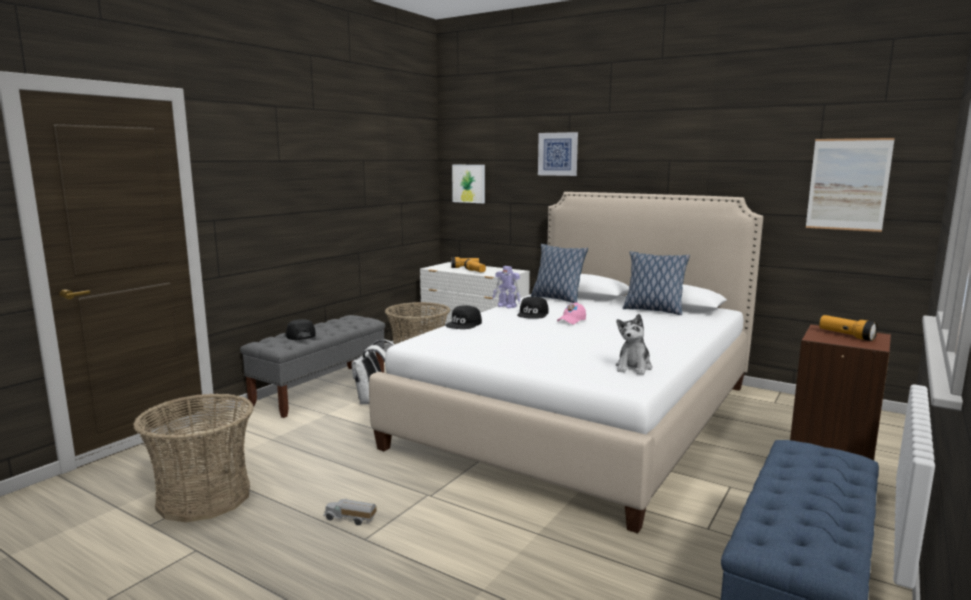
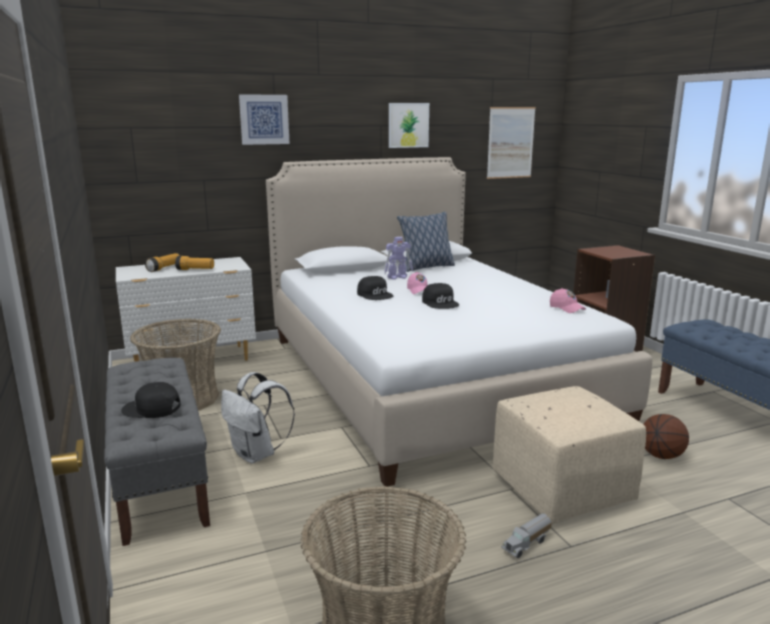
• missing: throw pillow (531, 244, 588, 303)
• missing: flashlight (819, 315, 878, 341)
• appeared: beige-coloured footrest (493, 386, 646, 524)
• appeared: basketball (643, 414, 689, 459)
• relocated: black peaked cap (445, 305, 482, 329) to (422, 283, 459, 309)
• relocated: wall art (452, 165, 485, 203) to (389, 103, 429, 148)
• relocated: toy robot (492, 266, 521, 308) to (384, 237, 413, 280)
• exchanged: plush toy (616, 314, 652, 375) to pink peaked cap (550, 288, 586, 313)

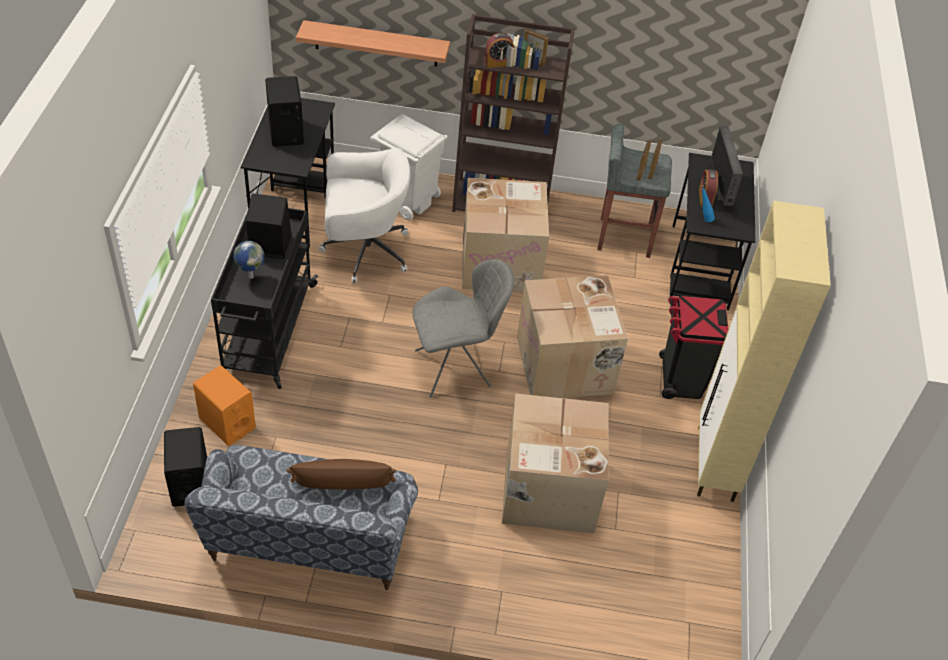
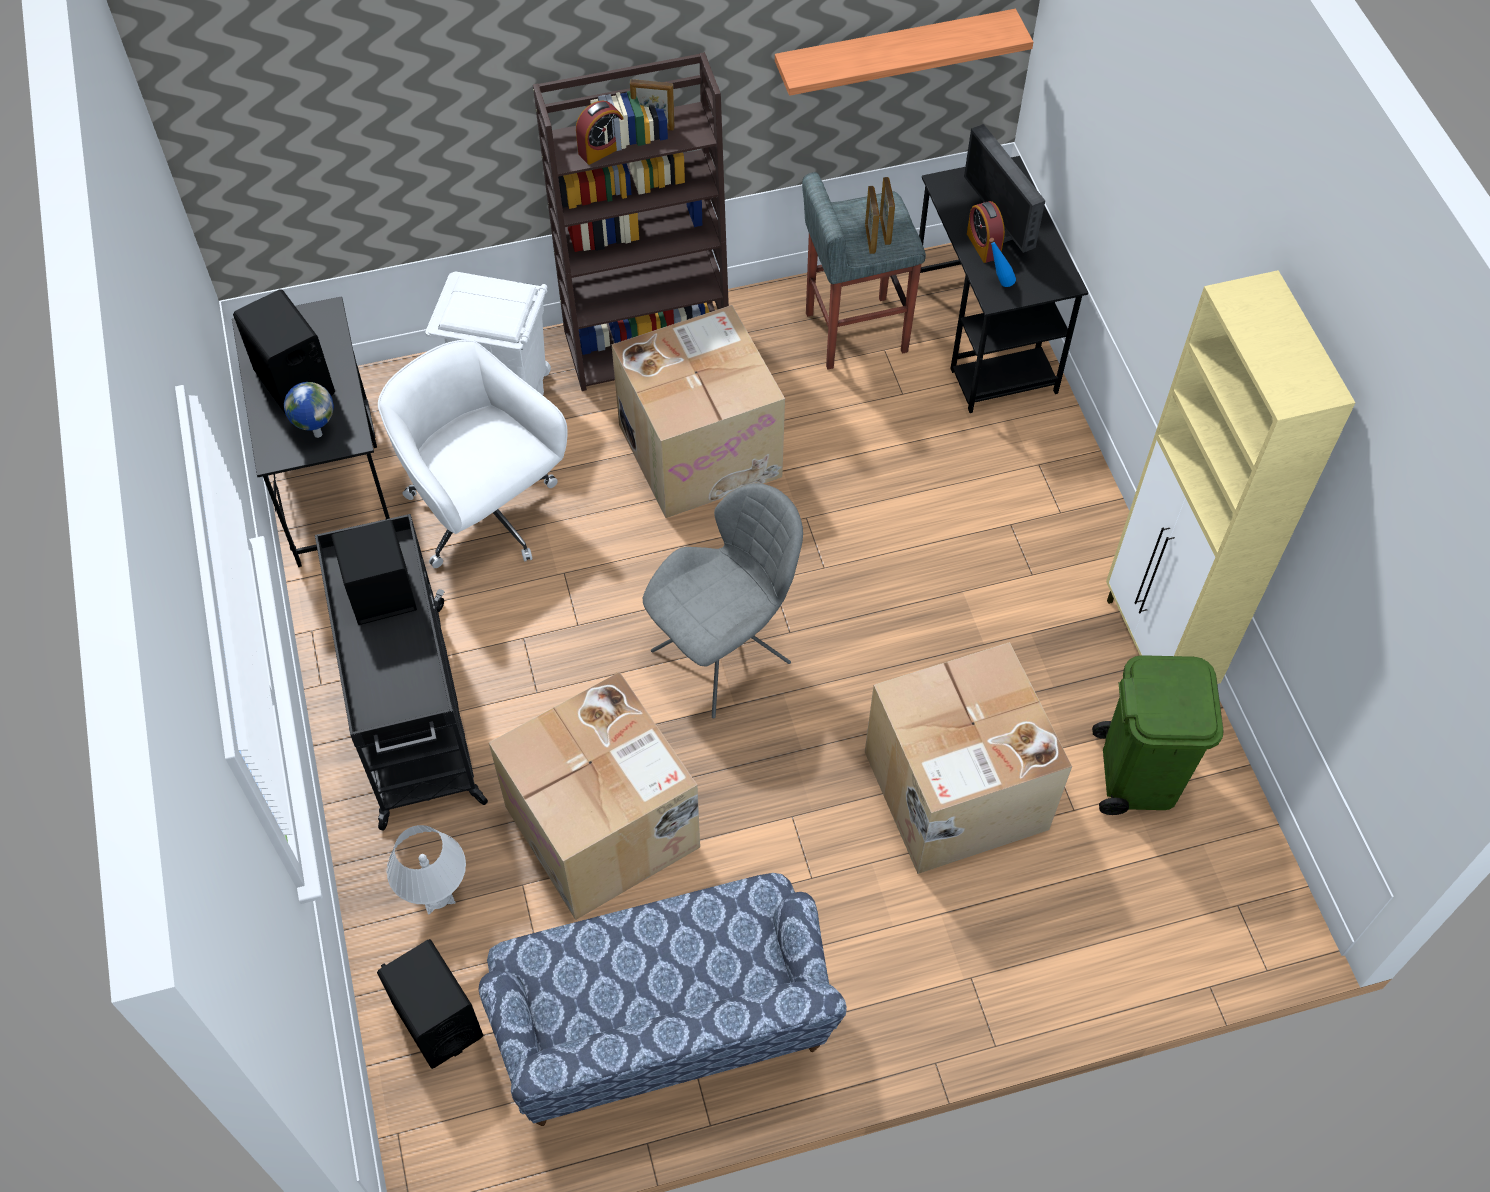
• missing: brown-coloured throw pillow (286, 459, 396, 490)
• missing: black rubbish bin (659, 296, 728, 399)
• appeared: green rubbish bin (1092, 655, 1224, 815)
• relocated: globe (233, 241, 264, 279) to (284, 382, 334, 438)
• relocated: bracket shelf (296, 20, 450, 66) to (775, 9, 1033, 96)
• relocated: cardboard box (517, 275, 628, 398) to (489, 672, 700, 920)
• exchanged: orangey loudspeaker (193, 365, 256, 446) to white table lamp (386, 825, 466, 914)
• spun: white computer chair (318, 148, 410, 284) = (378, 340, 567, 568) 105 degrees counterclockwise

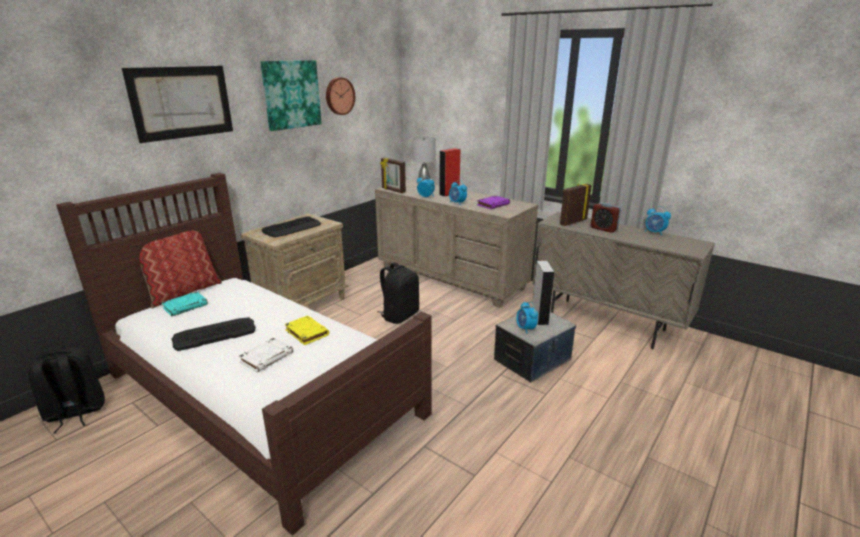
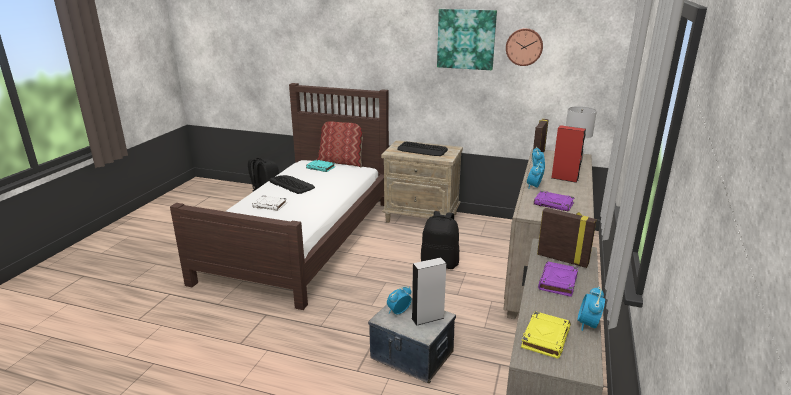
• missing: wall art (122, 66, 233, 143)
• relocated: yellow book (285, 315, 329, 345) to (521, 311, 571, 359)
• exchanged: alarm clock (591, 203, 621, 233) to purple book (538, 262, 578, 297)

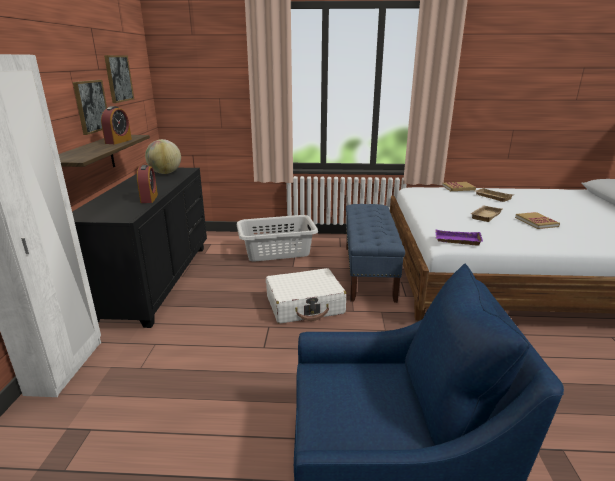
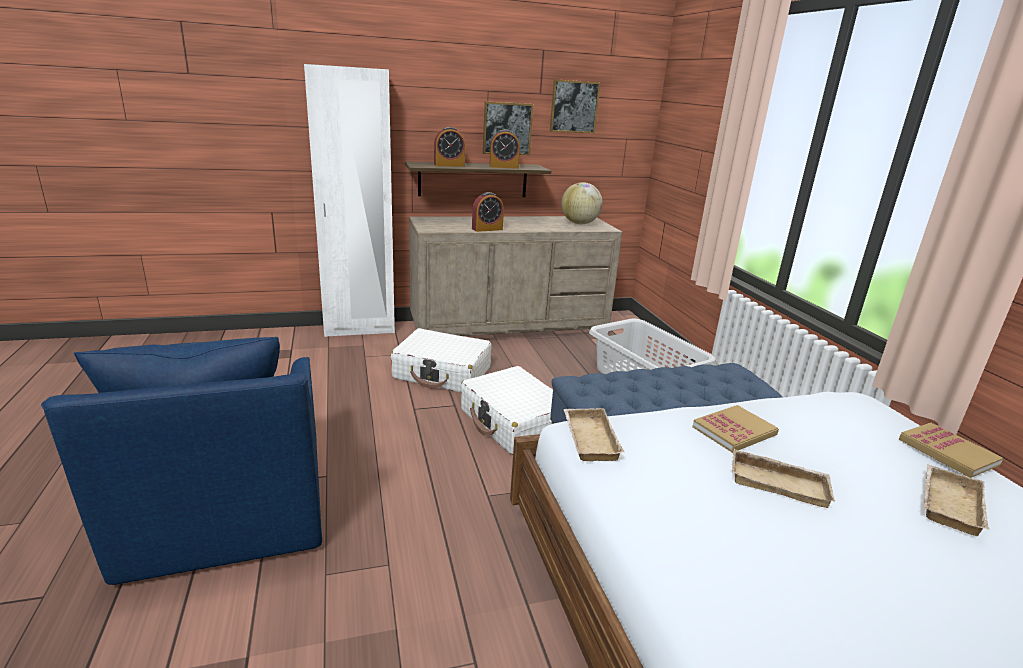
• appeared: white suitcase (391, 328, 492, 393)
• appeared: alarm clock (434, 127, 465, 167)
• relocated: book (515, 212, 560, 229) to (692, 405, 779, 453)
• colour: black dresser (72, 168, 207, 328) to beige-coloured dresser (409, 216, 622, 336)
• colour: purple tray (435, 229, 483, 246) to beige-coloured tray (563, 408, 624, 461)

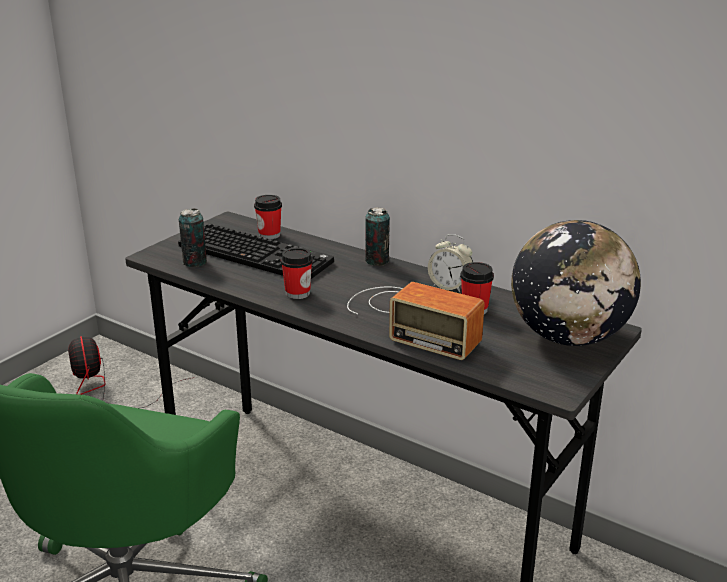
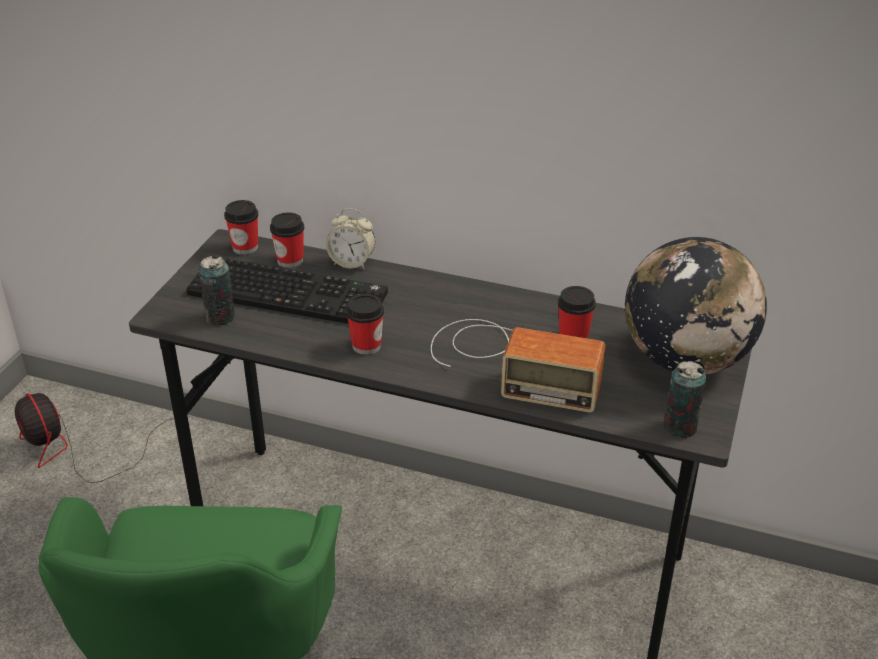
• appeared: cup (224, 200, 258, 255)
• relocated: can (365, 207, 390, 266) to (664, 361, 706, 438)
• relocated: alarm clock (428, 234, 473, 293) to (326, 208, 375, 269)

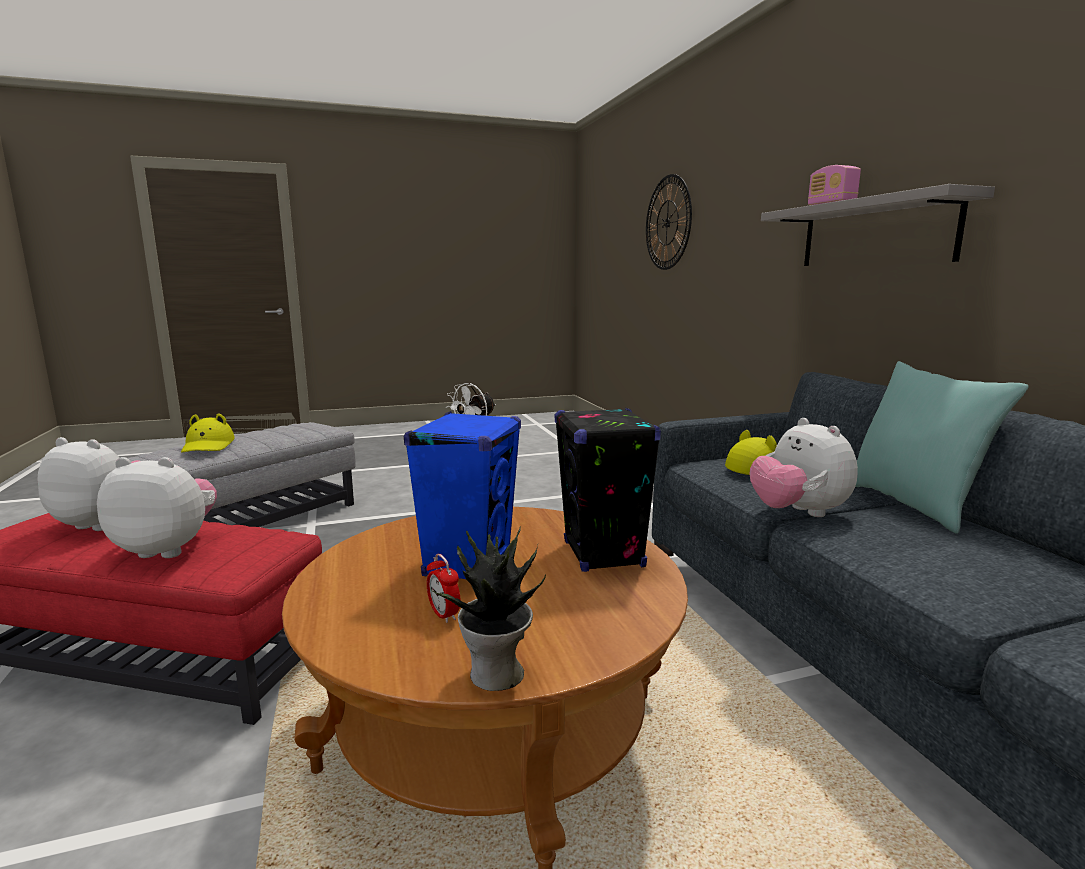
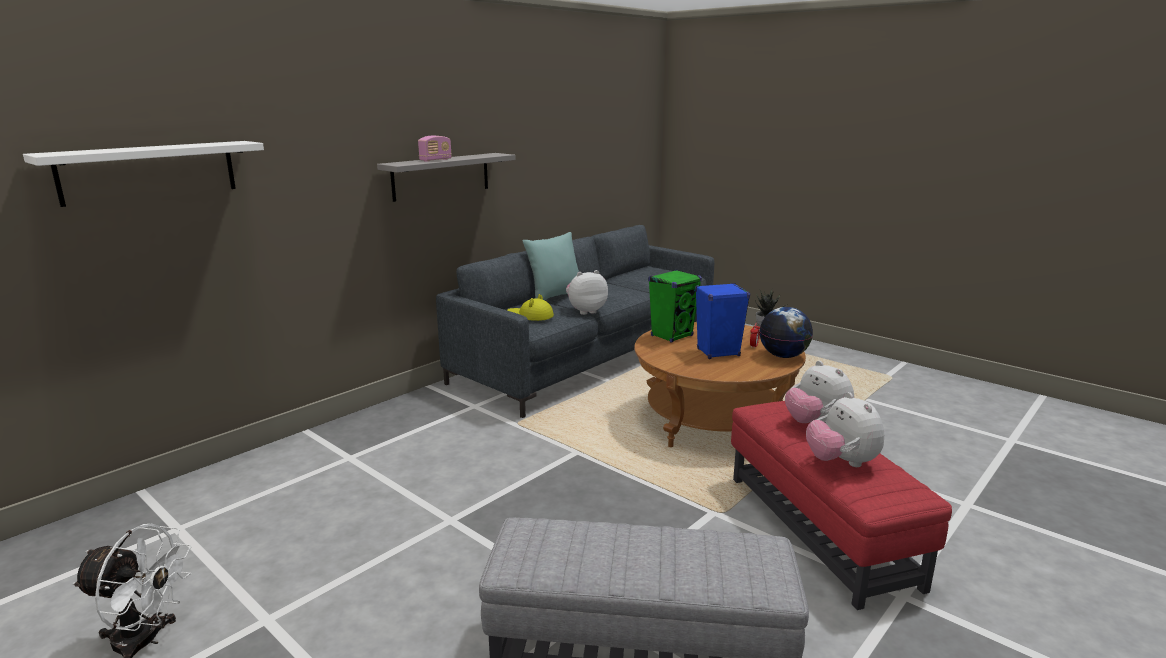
• missing: yellow hat (181, 413, 235, 452)
• appeared: globe (760, 307, 813, 358)
• exchanged: wall clock (646, 174, 692, 270) to white bracket shelf (23, 141, 264, 207)
• colour: black loudspeaker (555, 408, 661, 572) to green loudspeaker (648, 270, 702, 343)
• spun: plush toy (750, 418, 858, 517) = (566, 270, 608, 315) 150 degrees counterclockwise

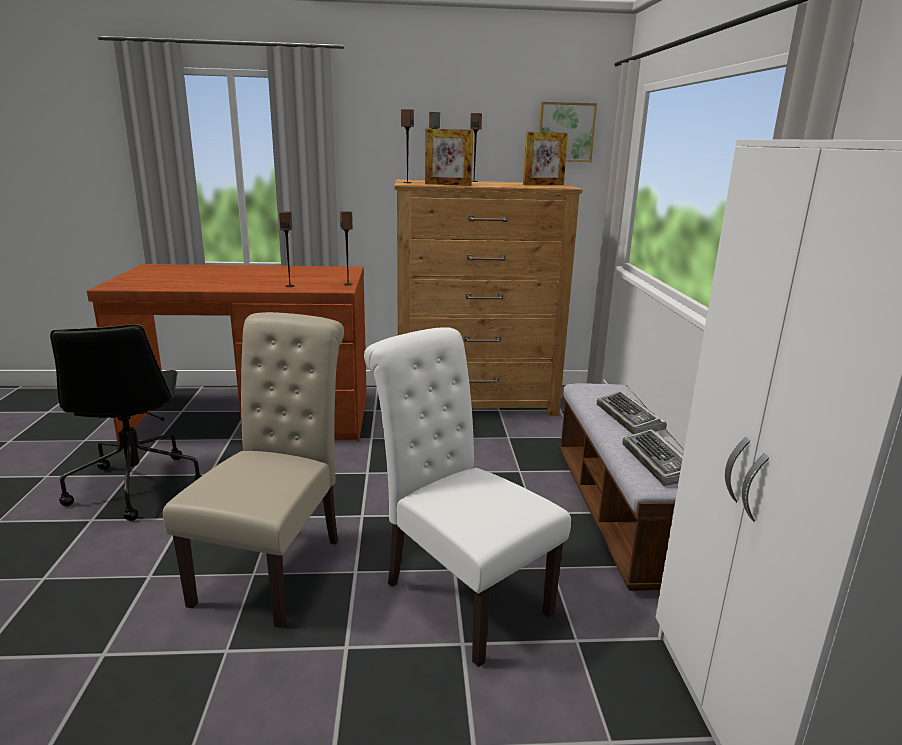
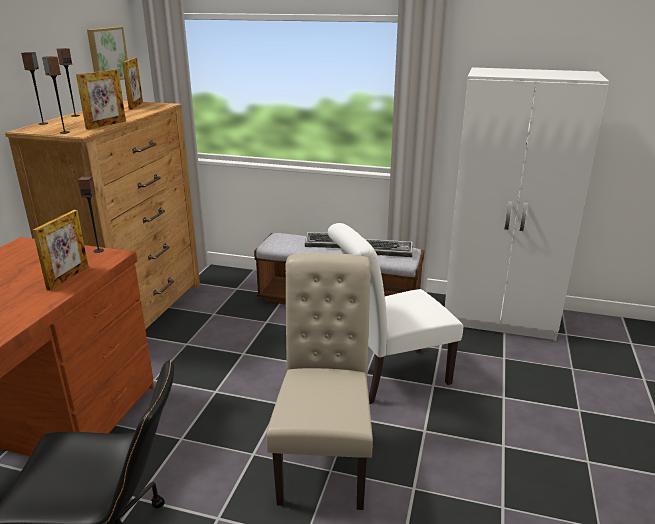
• exchanged: loudspeaker (279, 211, 295, 287) to photo frame (33, 210, 89, 291)
• spun: beige-coloured plain chair (163, 312, 344, 628) = (266, 253, 373, 510) 60 degrees clockwise

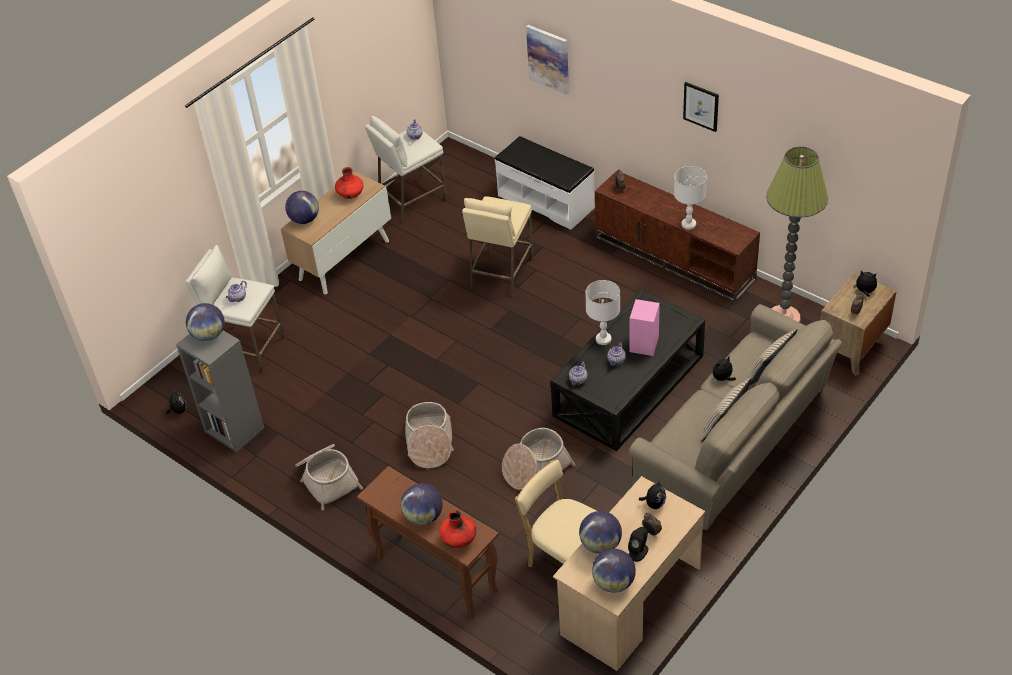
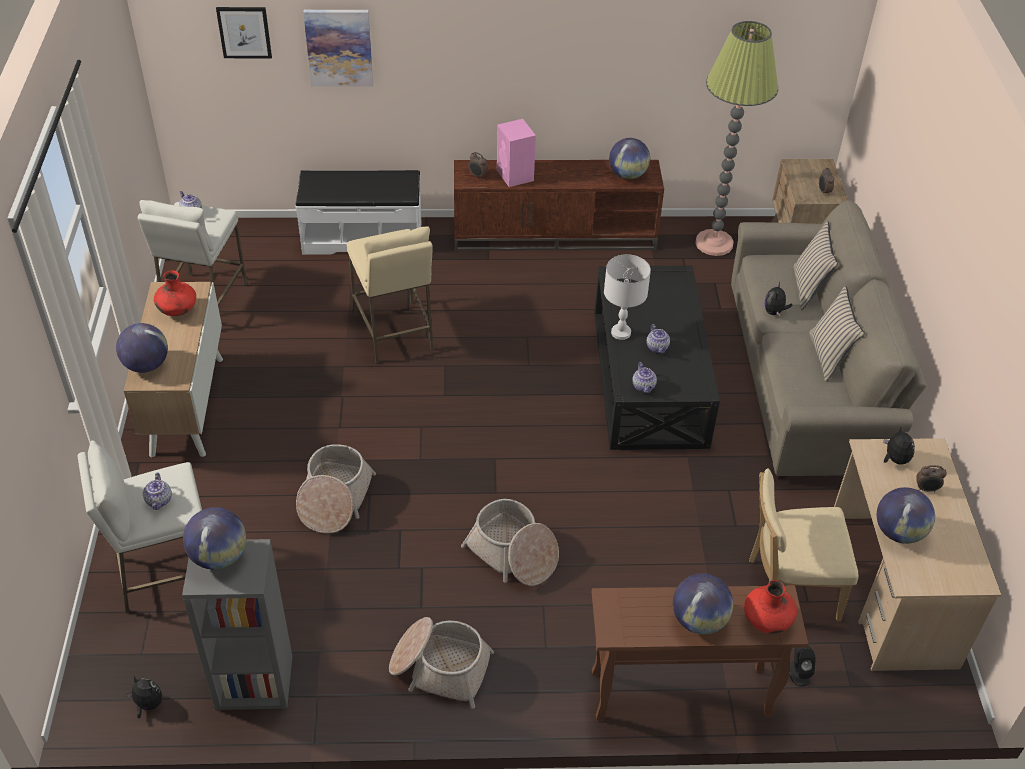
• missing: white table lamp (674, 166, 707, 230)
• missing: plush toy (853, 271, 877, 297)
• relocated: basket (502, 428, 576, 490) to (296, 444, 376, 534)
• relocated: globe (592, 549, 636, 593) to (609, 138, 650, 179)
• relocated: black loudspeaker (628, 527, 648, 562) to (789, 645, 816, 687)
• relocated: pink loudspeaker (630, 299, 660, 356) to (497, 119, 536, 187)
• relocated: wall art (683, 82, 719, 132) to (216, 7, 272, 58)

